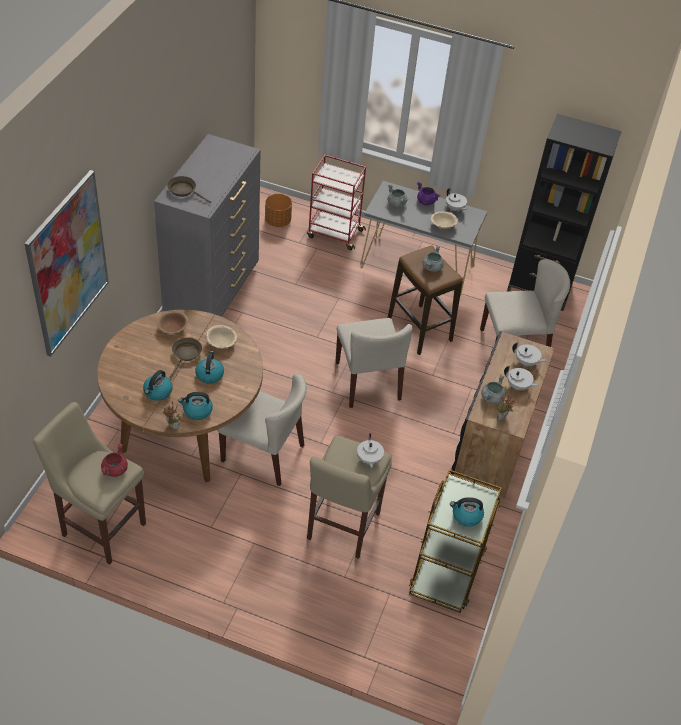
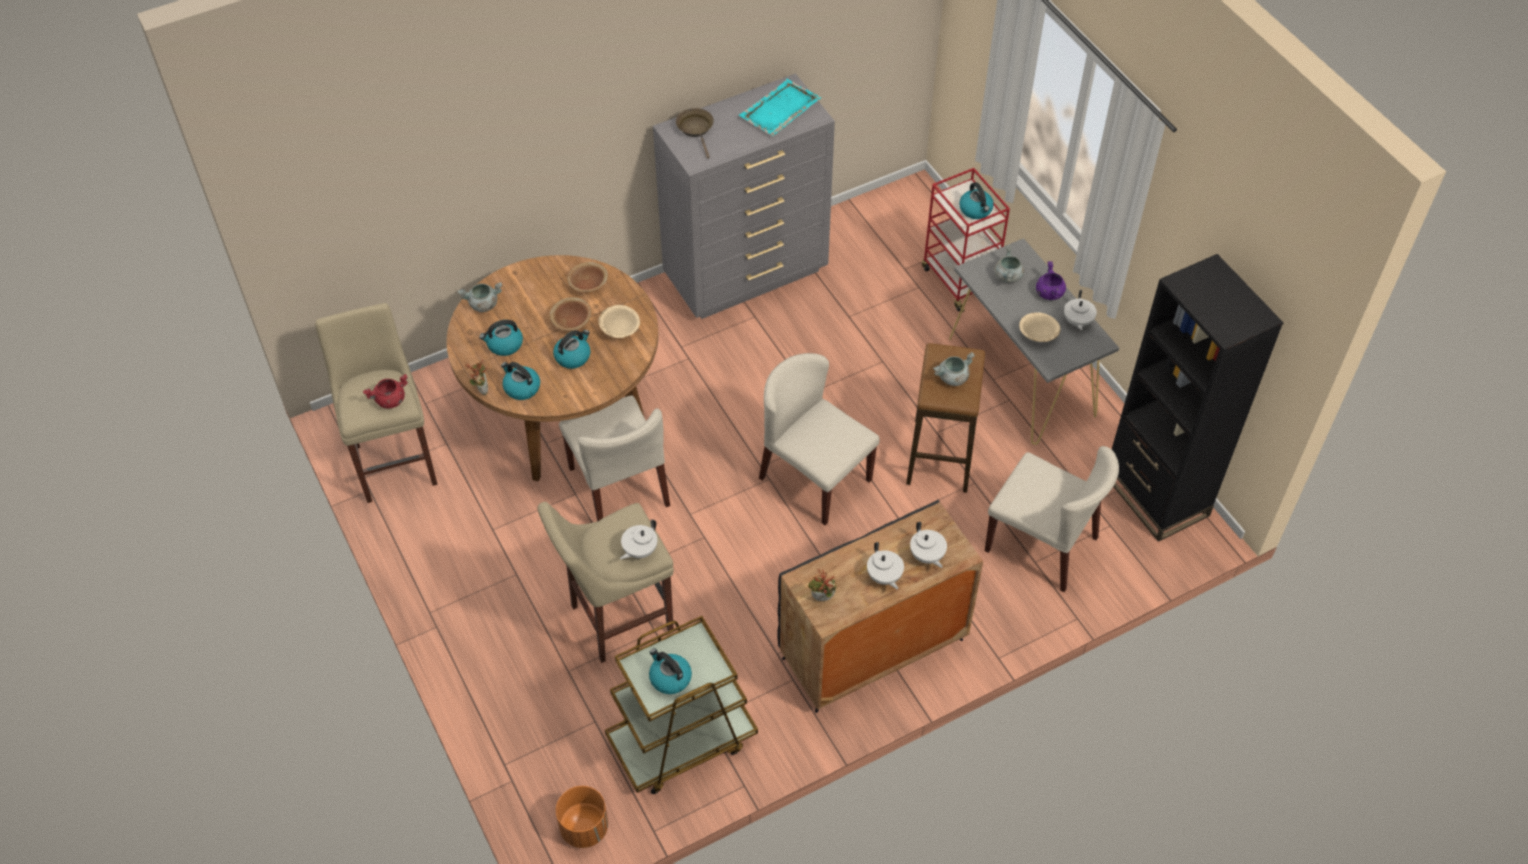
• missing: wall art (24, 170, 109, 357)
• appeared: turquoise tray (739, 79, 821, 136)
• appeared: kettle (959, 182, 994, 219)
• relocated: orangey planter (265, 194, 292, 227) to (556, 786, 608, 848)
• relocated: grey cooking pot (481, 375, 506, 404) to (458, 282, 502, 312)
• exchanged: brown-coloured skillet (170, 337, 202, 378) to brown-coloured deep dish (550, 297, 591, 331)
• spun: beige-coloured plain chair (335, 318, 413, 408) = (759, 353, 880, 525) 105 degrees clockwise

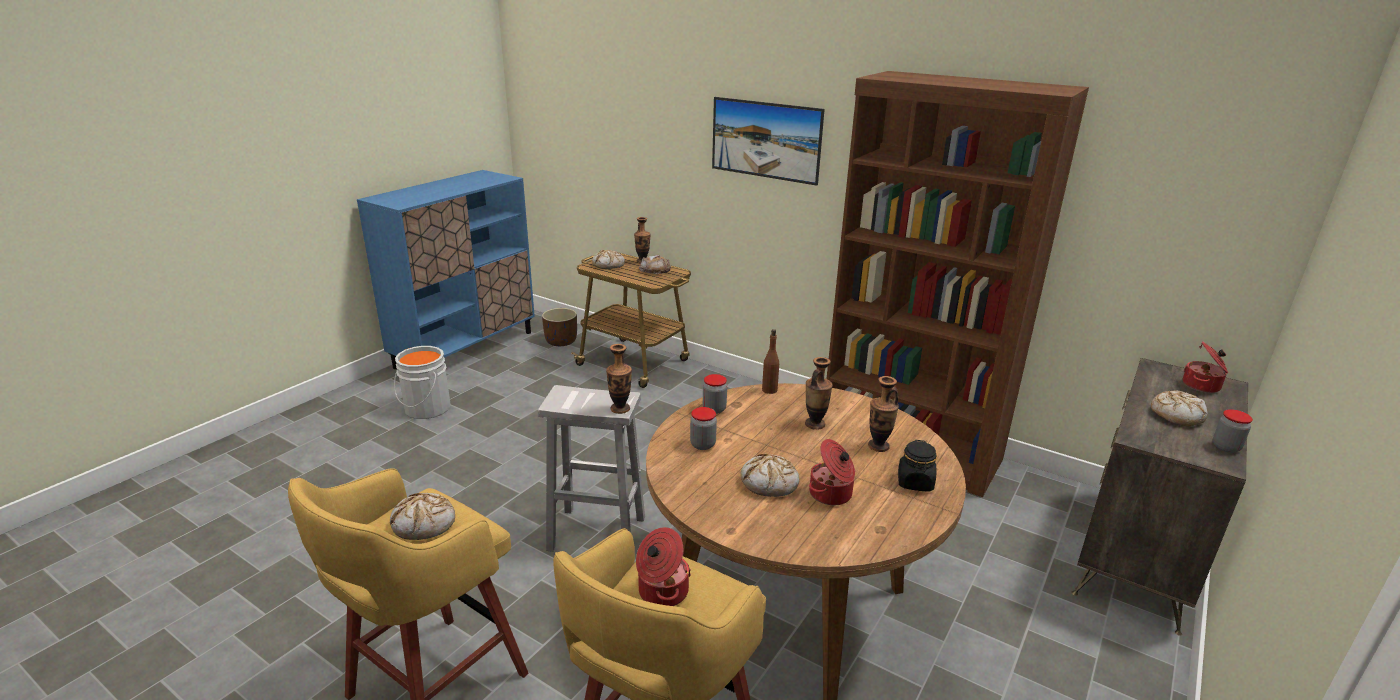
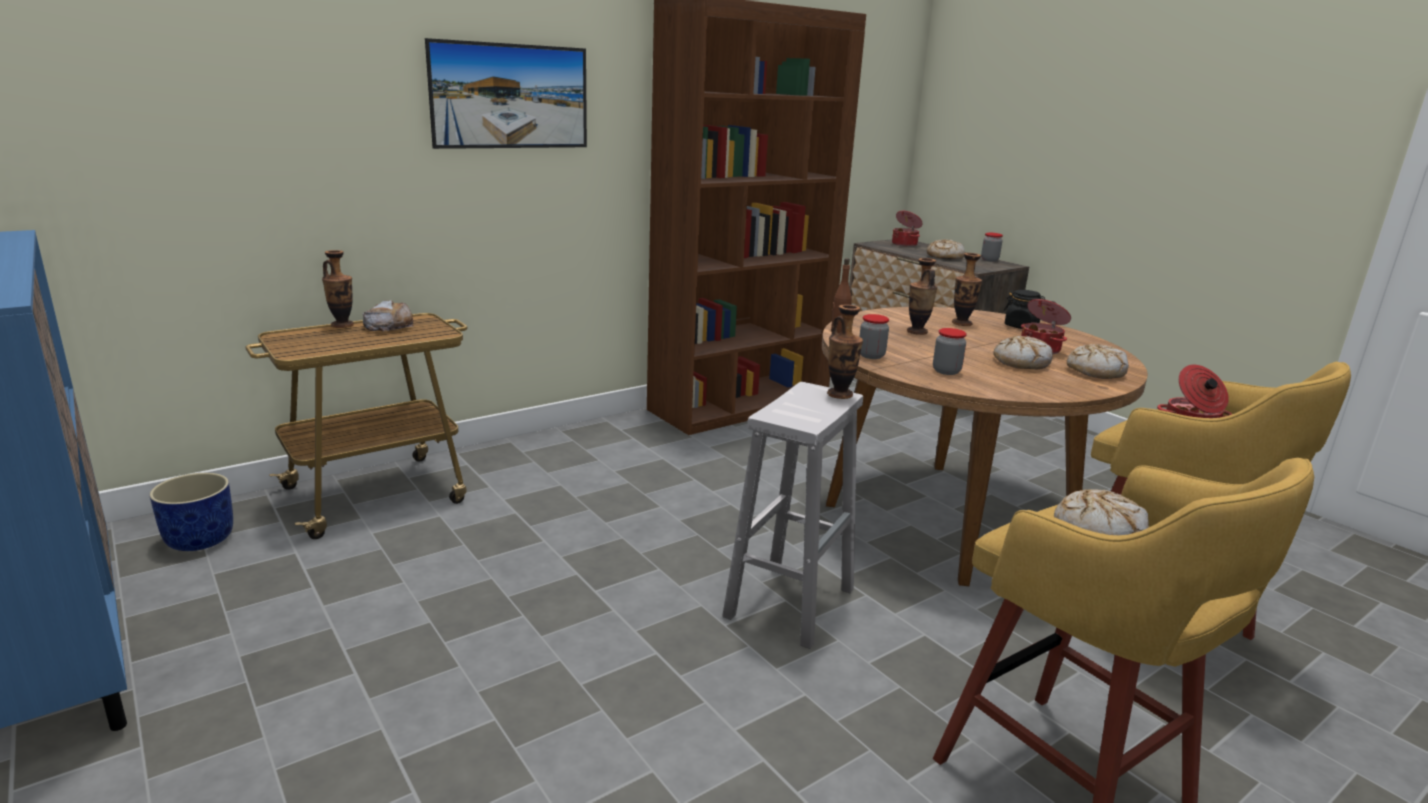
• missing: grey pail (394, 346, 451, 419)
• relocated: baked bread (592, 250, 625, 269) to (1067, 344, 1129, 379)
• colour: brown-coloured planter (542, 308, 577, 346) to blue-coloured planter (149, 473, 233, 551)

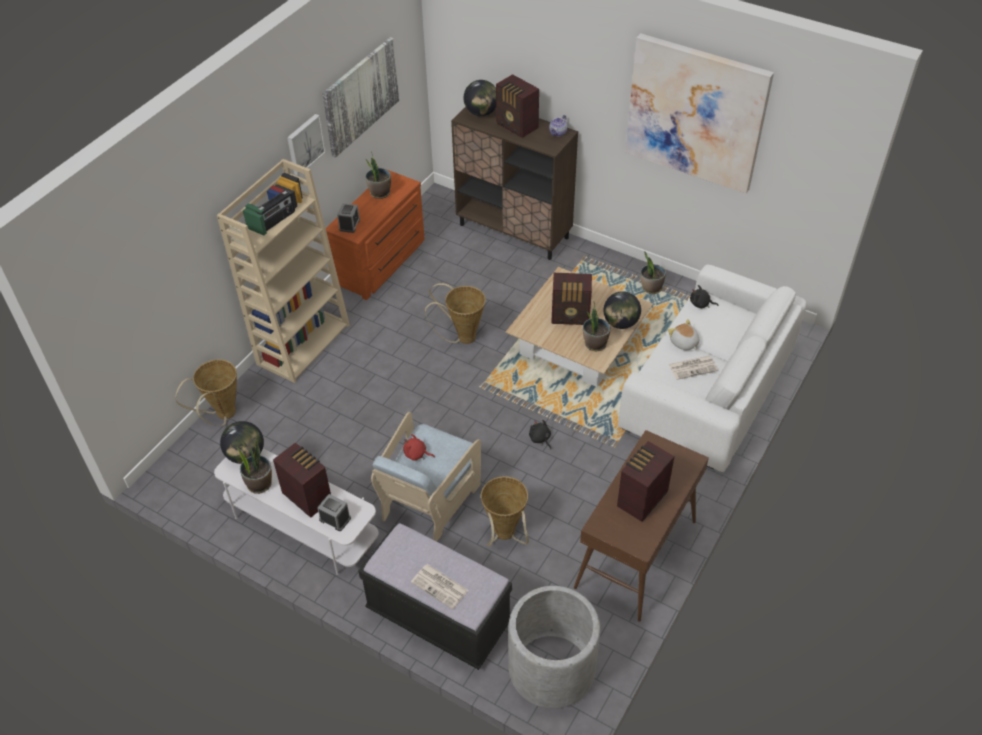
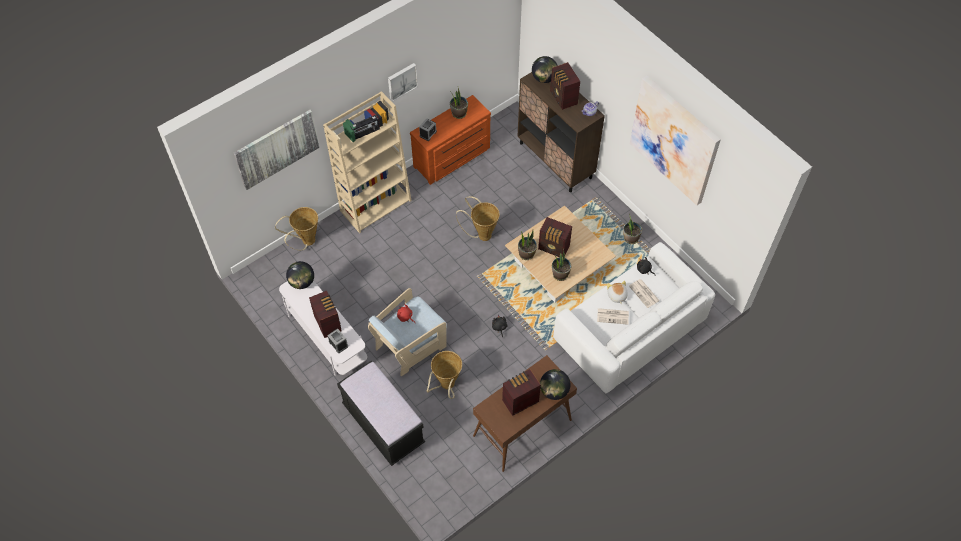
• missing: grey planter (508, 586, 600, 709)
• relocated: houseplant (236, 439, 272, 494) to (518, 230, 537, 260)
• relocated: wall art (322, 37, 399, 158) to (234, 110, 319, 190)
• relocated: printed paper (411, 564, 469, 609) to (629, 279, 660, 308)
• relocated: globe (603, 291, 641, 329) to (540, 369, 571, 400)

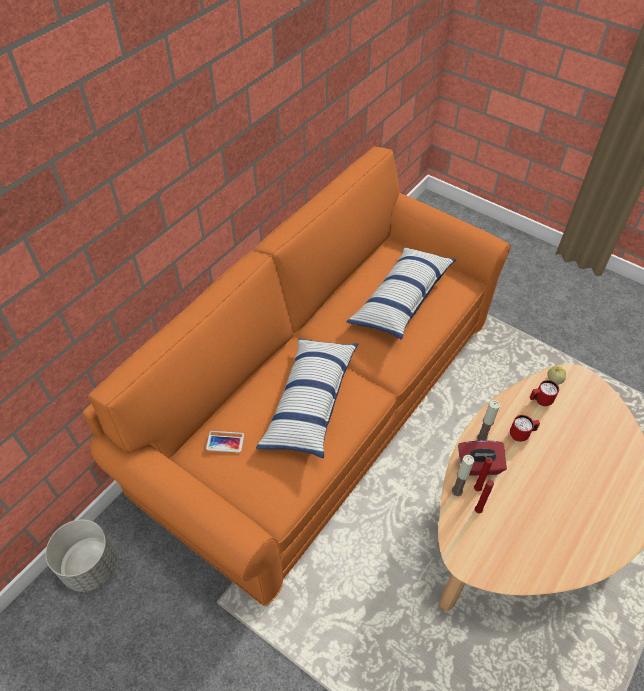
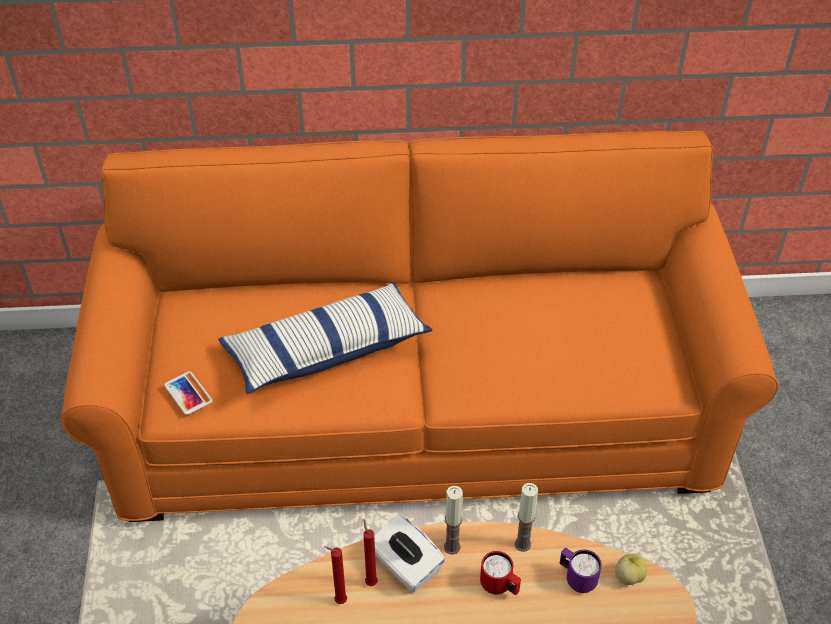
• missing: grey planter (45, 519, 117, 592)
• missing: throw pillow (346, 247, 456, 340)
• relocated: telephone (206, 431, 244, 453) to (164, 371, 213, 415)
• relocated: wax light (452, 455, 474, 496) to (514, 483, 538, 552)
• colour: red box of tissues (458, 441, 507, 476) to white box of tissues (374, 514, 445, 593)
• colour: red mug (530, 380, 559, 406) to purple mug (559, 548, 602, 593)

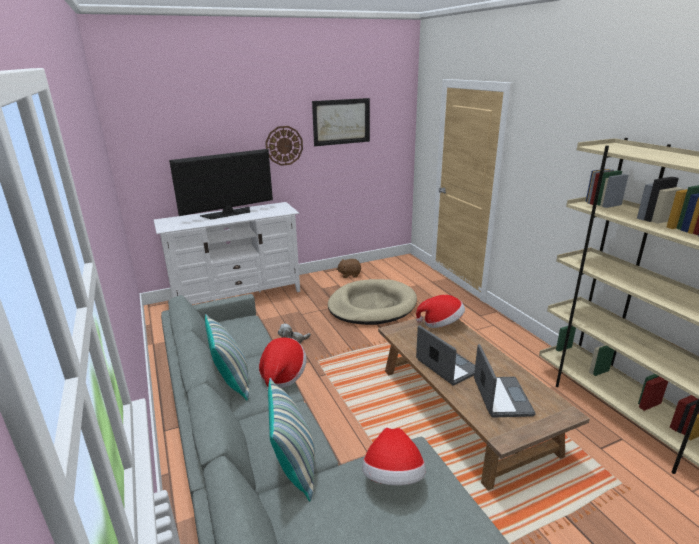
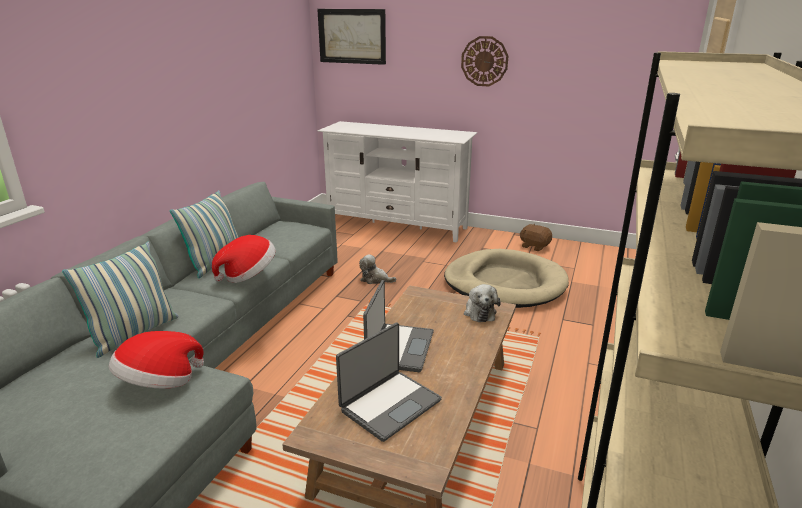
• missing: TV set (169, 149, 273, 219)
• relocated: wall art (312, 98, 370, 146) to (317, 9, 386, 65)
• exchanged: hat (416, 295, 465, 328) to plush toy (464, 284, 501, 322)

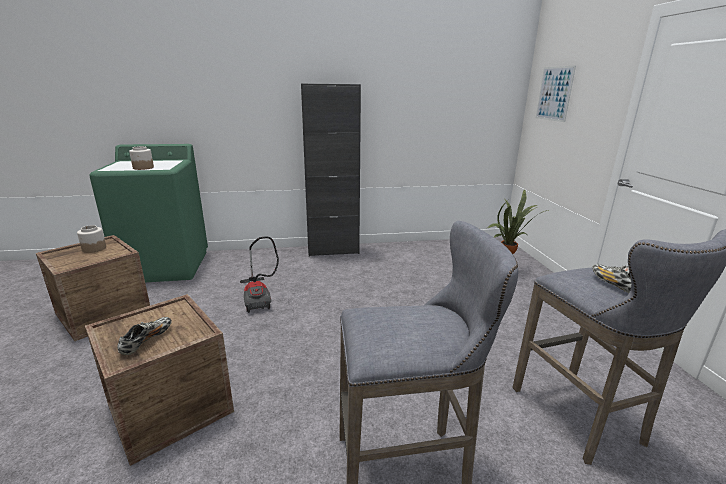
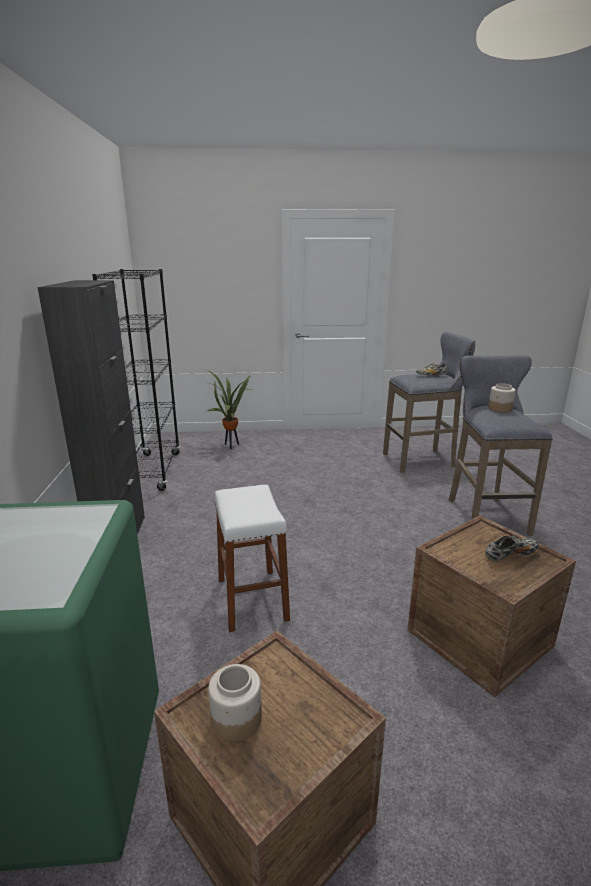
• missing: wall art (536, 65, 576, 122)
• appeared: black bookcase (92, 269, 180, 491)
• relocated: storage jar (129, 146, 154, 170) to (488, 383, 516, 413)
• exchanged: hoover (240, 237, 279, 313) to white stool seat (214, 485, 290, 632)
• spun: item of footwear (117, 317, 172, 355) = (485, 536, 539, 562) 135 degrees clockwise

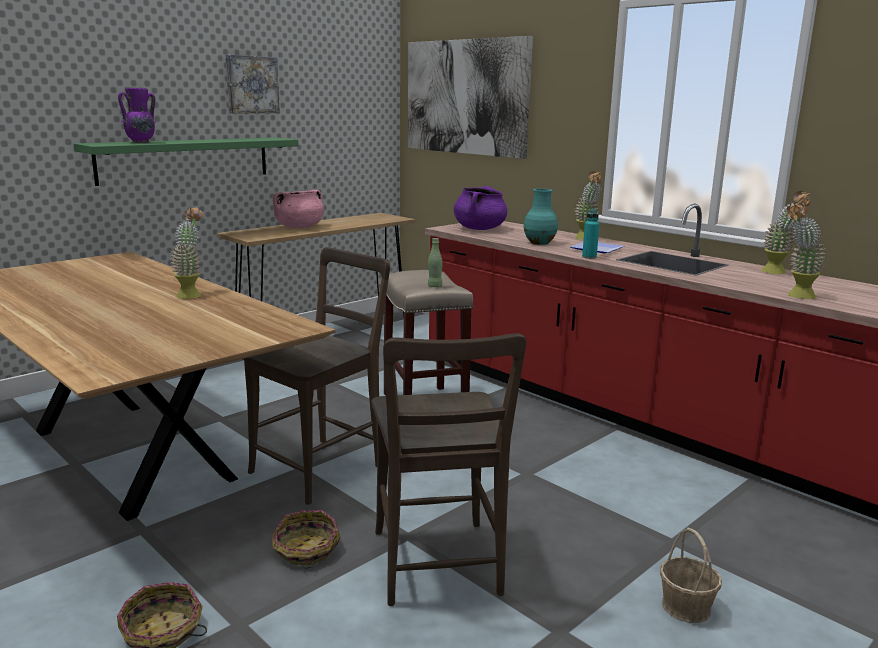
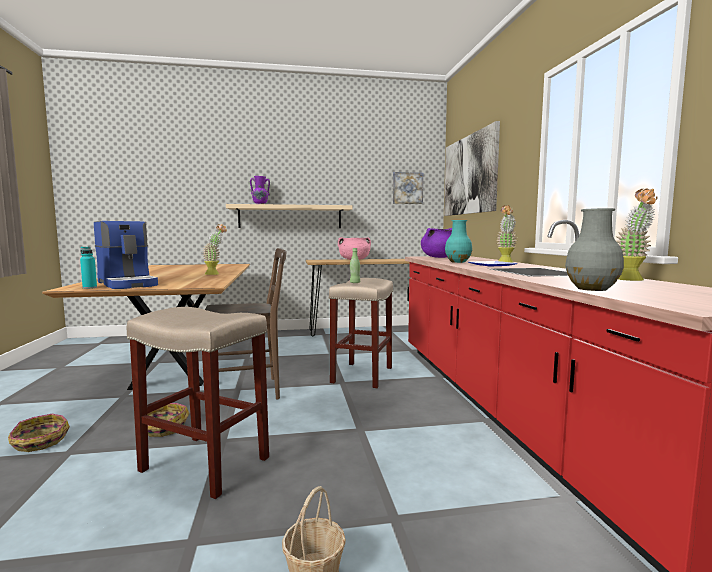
• appeared: coffee maker (94, 221, 158, 289)
• relocated: wall art (226, 55, 280, 113) to (393, 172, 423, 204)
• relocated: turquoise drink bottle (582, 209, 599, 259) to (80, 247, 97, 289)
• exchanged: brown-coloured plain chair (372, 333, 526, 606) to beige-coloured stool seat (127, 307, 269, 499)
• exchanged: houseplant (786, 202, 826, 299) to grey flower vase (565, 208, 624, 291)
• colour: green bracket shelf (74, 137, 299, 186) to beige-coloured bracket shelf (226, 204, 352, 228)

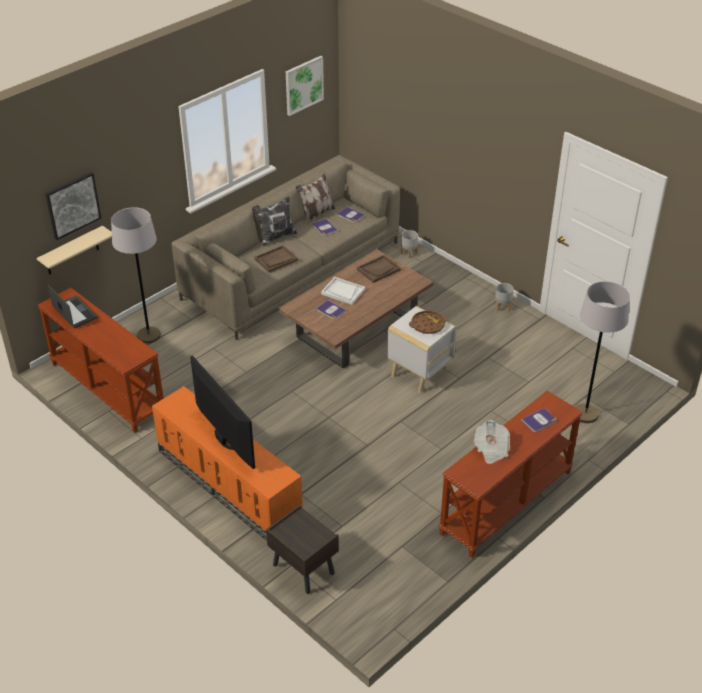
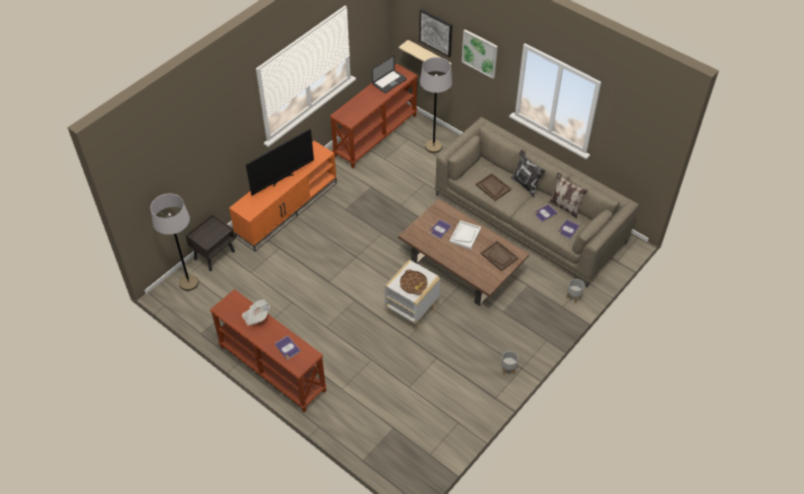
• relocated: wall art (286, 56, 324, 116) to (462, 29, 498, 79)
• relocated: grey floor lamp (575, 281, 630, 423) to (150, 193, 199, 291)

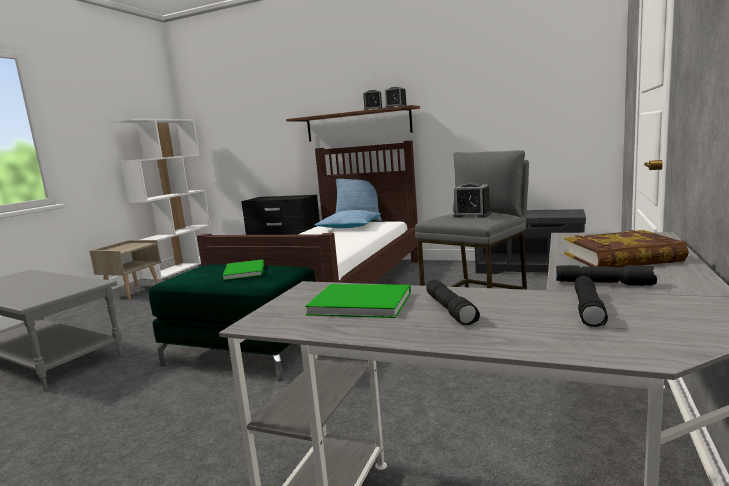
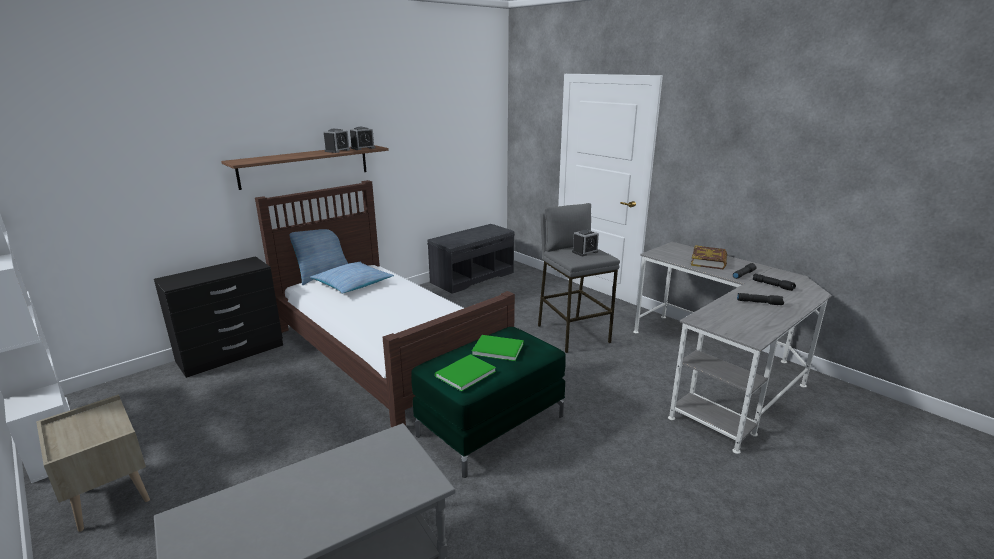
• relocated: green book (305, 284, 411, 318) to (435, 355, 496, 391)

